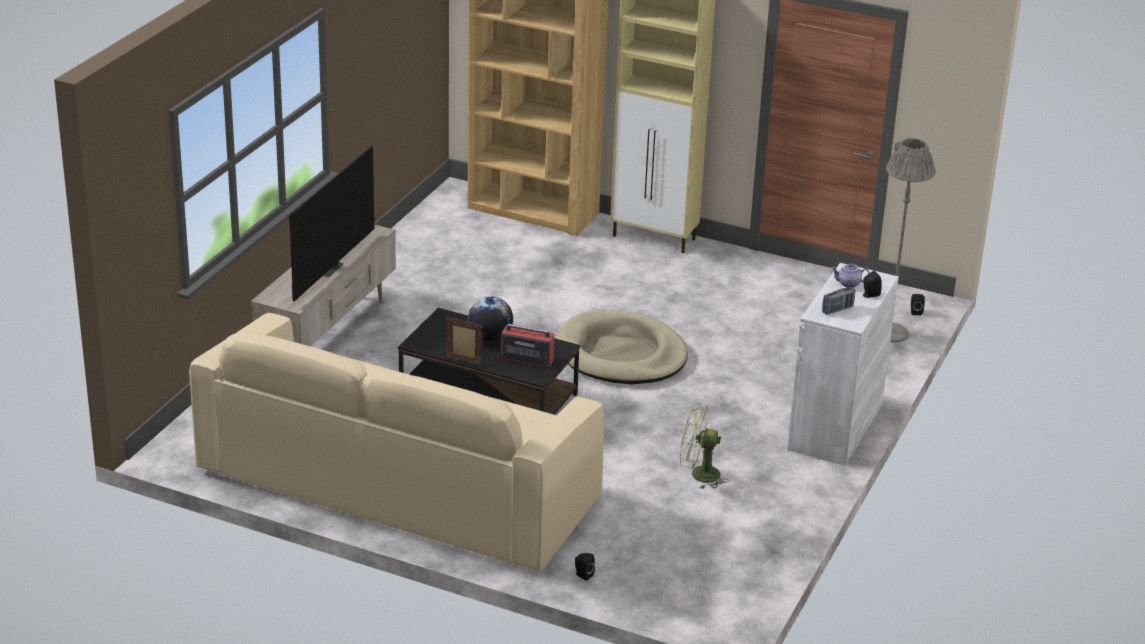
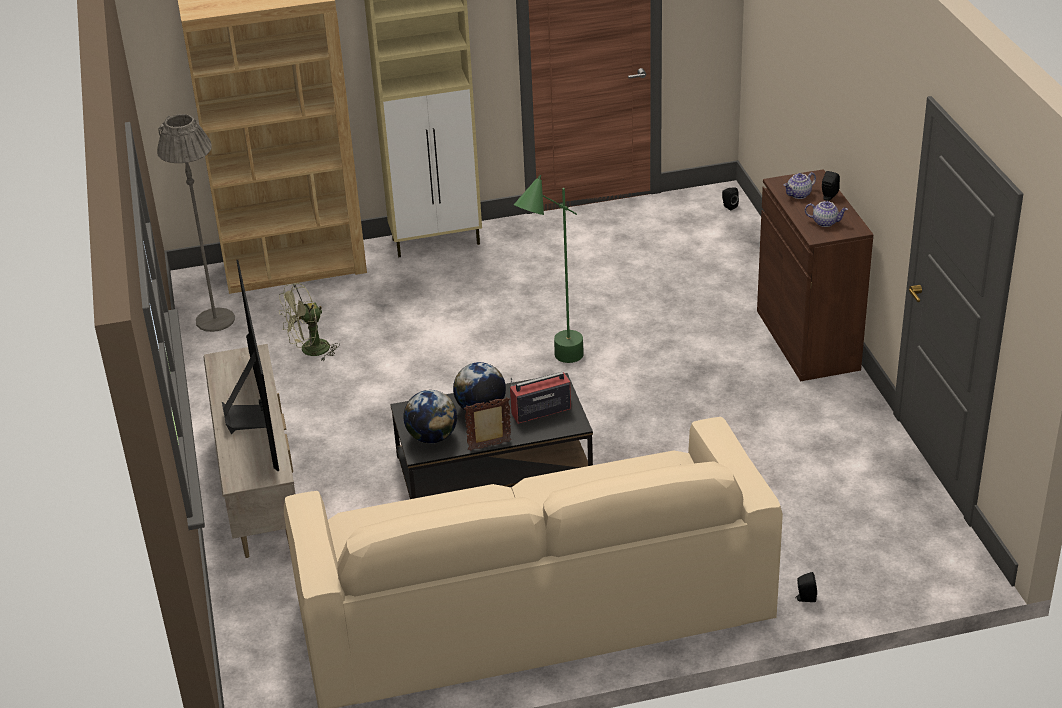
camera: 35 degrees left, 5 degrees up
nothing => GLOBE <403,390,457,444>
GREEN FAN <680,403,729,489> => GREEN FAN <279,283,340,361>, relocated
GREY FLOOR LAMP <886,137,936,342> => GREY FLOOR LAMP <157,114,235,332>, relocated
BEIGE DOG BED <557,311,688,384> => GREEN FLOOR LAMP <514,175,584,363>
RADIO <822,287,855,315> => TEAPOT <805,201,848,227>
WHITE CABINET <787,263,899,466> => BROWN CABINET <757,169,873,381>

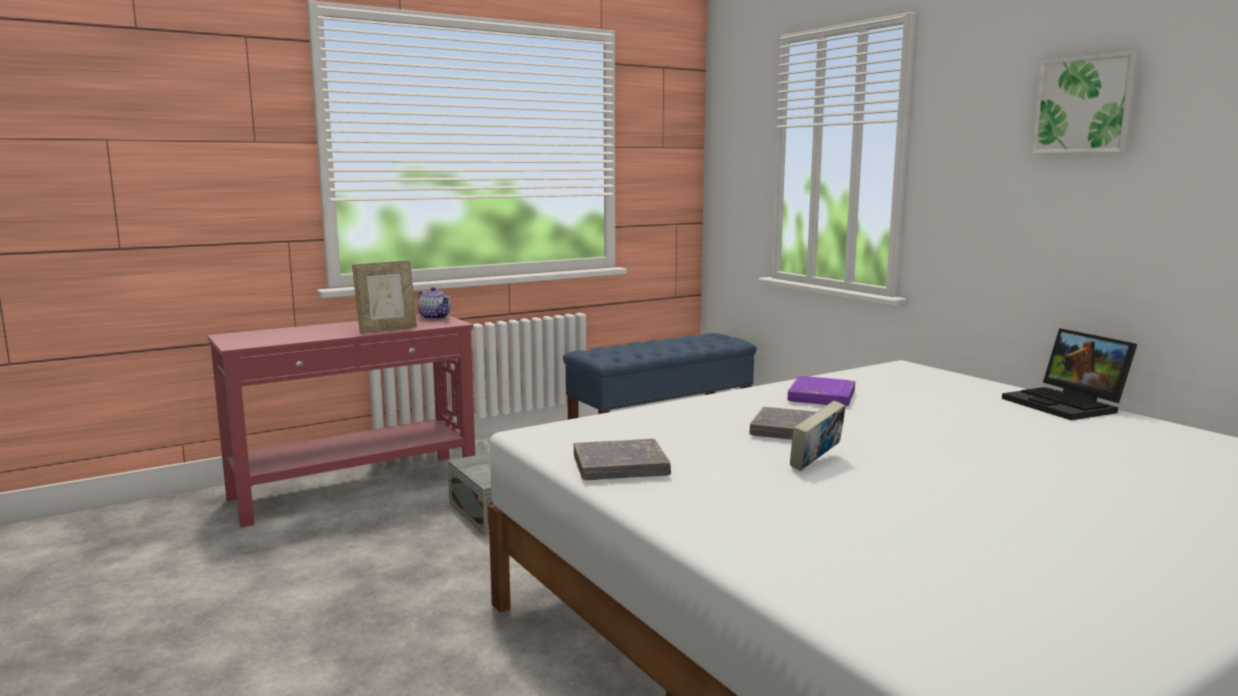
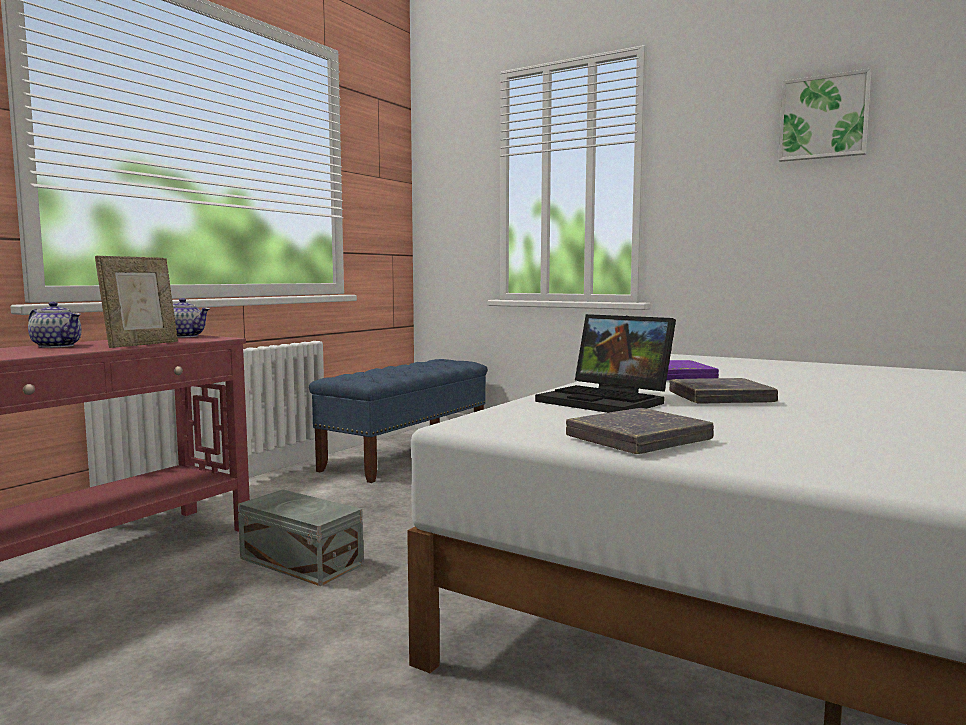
camera: 25 degrees left, 5 degrees down
BOOK <790,401,846,471> => nothing
nothing => TEAPOT <28,302,82,348>
LAPTOP <1002,328,1137,420> => LAPTOP <535,314,676,413>, relocated

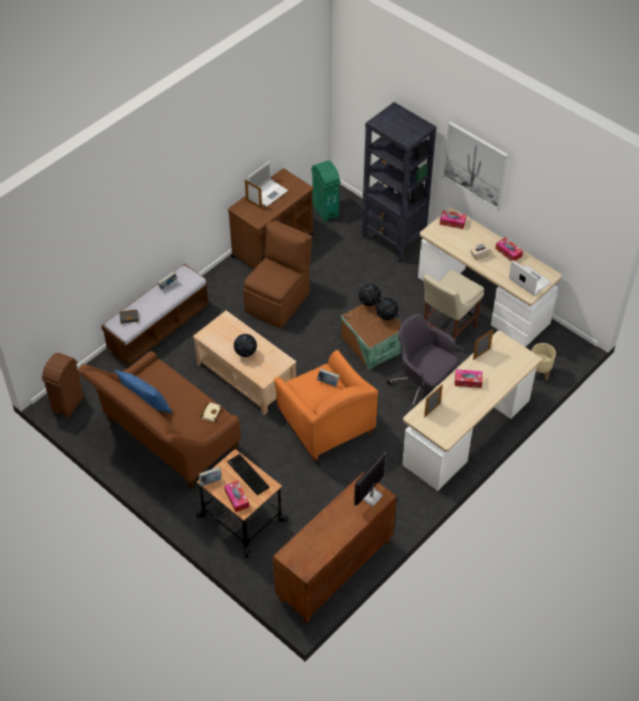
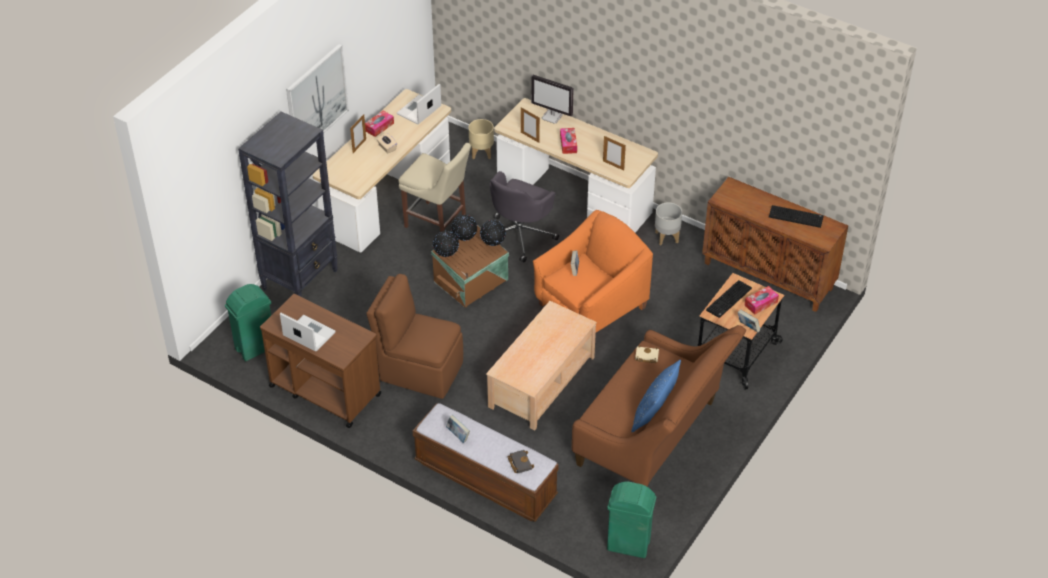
camera: 100 degrees left, 5 degrees down
TISSUE BOX <440,210,466,229> => nothing
nothing => GREY PLANTER <655,202,682,245>
nothing => KEYBOARD <769,205,824,228>
GLOBE <234,334,257,357> => GLOBE <480,220,506,246>, relocated
PICTURE FRAME <245,180,262,209> => PICTURE FRAME <350,114,366,153>, relocated
MONITOR <354,452,386,506> => MONITOR <531,75,574,124>, relocated
BROWN TRASH CAN <41,353,84,418> => GREEN TRASH CAN <607,482,656,558>

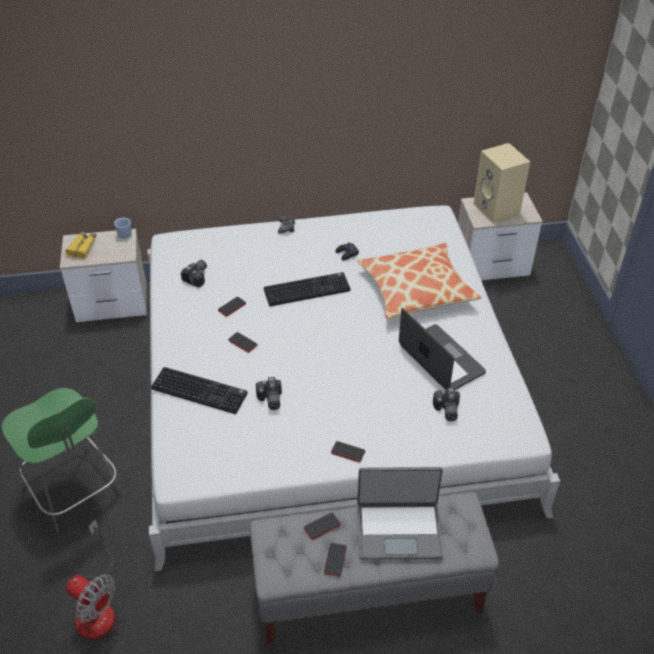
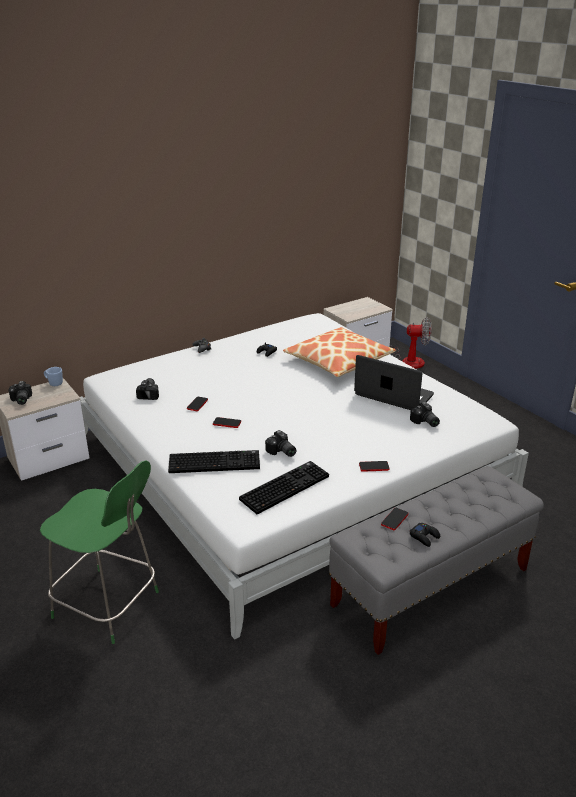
camera: 25 degrees left, 15 degrees down
LAPTOP <357,467,443,560> => nothing
BEIGE SPEAKER <473,143,530,224> => nothing
FAN <66,520,115,639> => FAN <390,317,431,369>, relocated
KEYBOARD <264,272,350,306> => KEYBOARD <239,461,329,515>, relocated
YELLOW BINOCULARS <65,231,96,259> => PHOTO CAMERA <9,381,32,405>
PHONE <324,543,347,577> => BLACK GAME CONTROLLER <409,523,440,547>

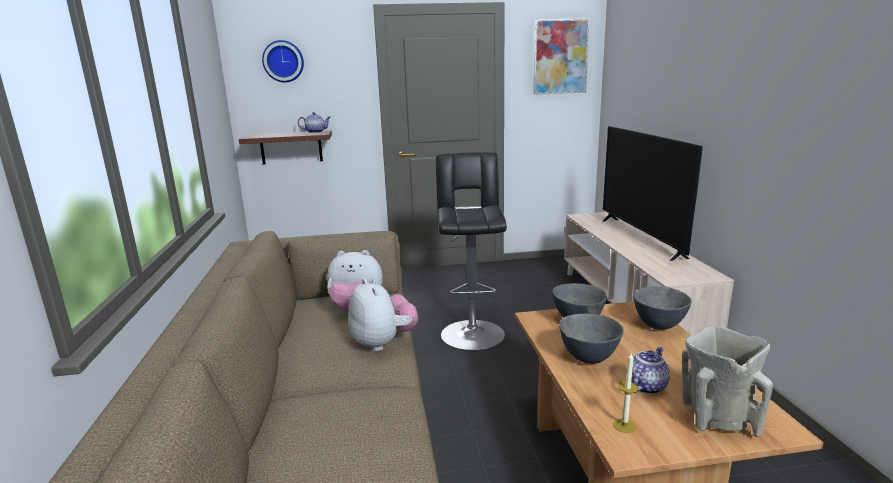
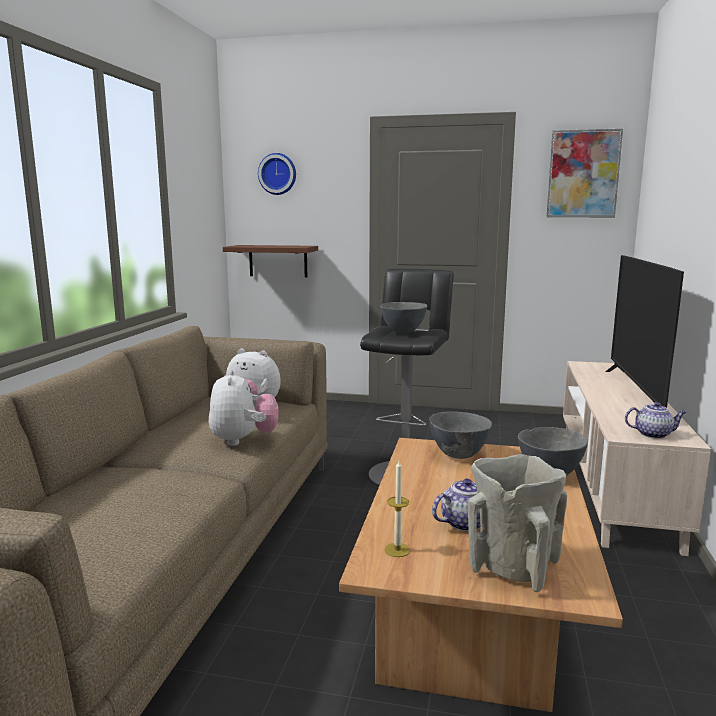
camera: 20 degrees right, 5 degrees down
TEAPOT <298,112,330,133> => TEAPOT <625,402,686,439>, relocated
GREY BOWL <559,314,624,364> => GREY BOWL <380,302,427,333>, relocated

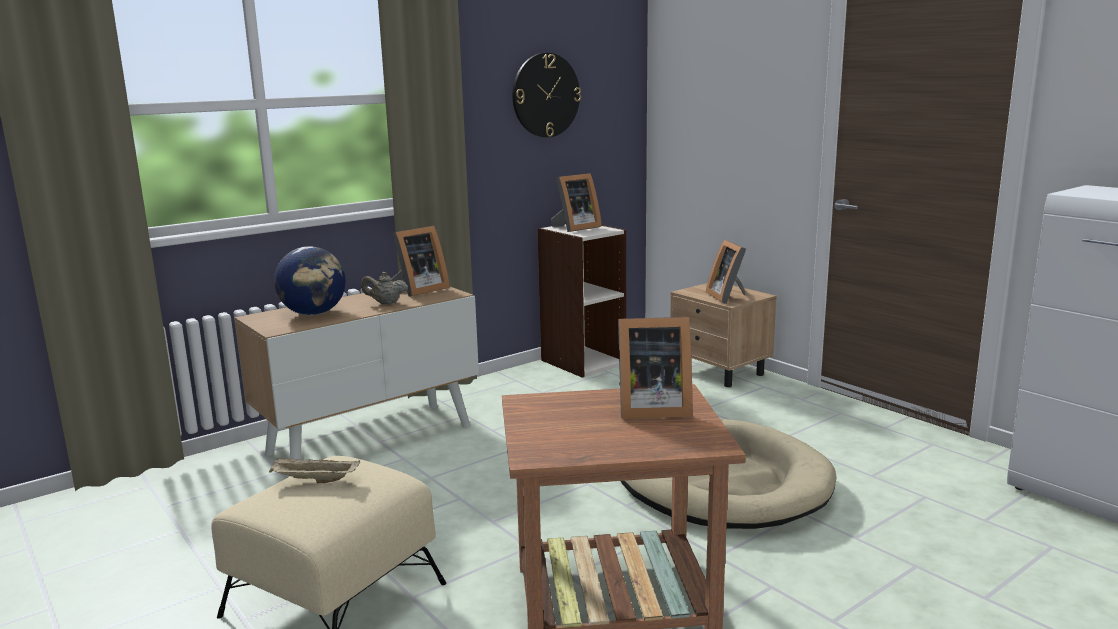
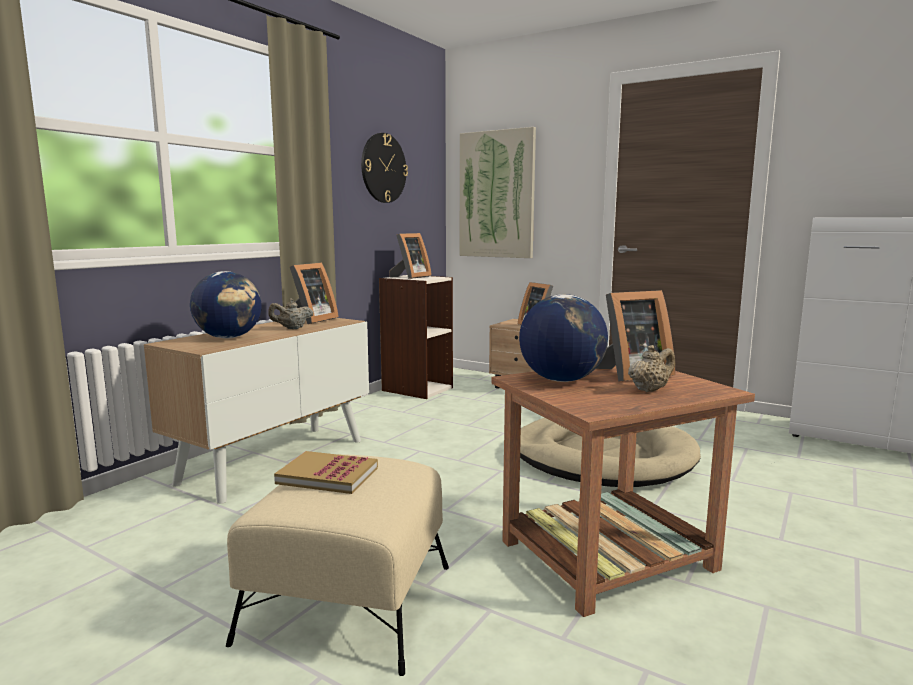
camera: 20 degrees left, 5 degrees down
nothing => PICTURE <460,127,536,258>
nothing => GLOBE <519,294,608,382>
nothing => BEIGE TEAPOT <628,345,675,392>
BEIGE TRAY <269,458,360,483> => BOOK <274,451,378,494>

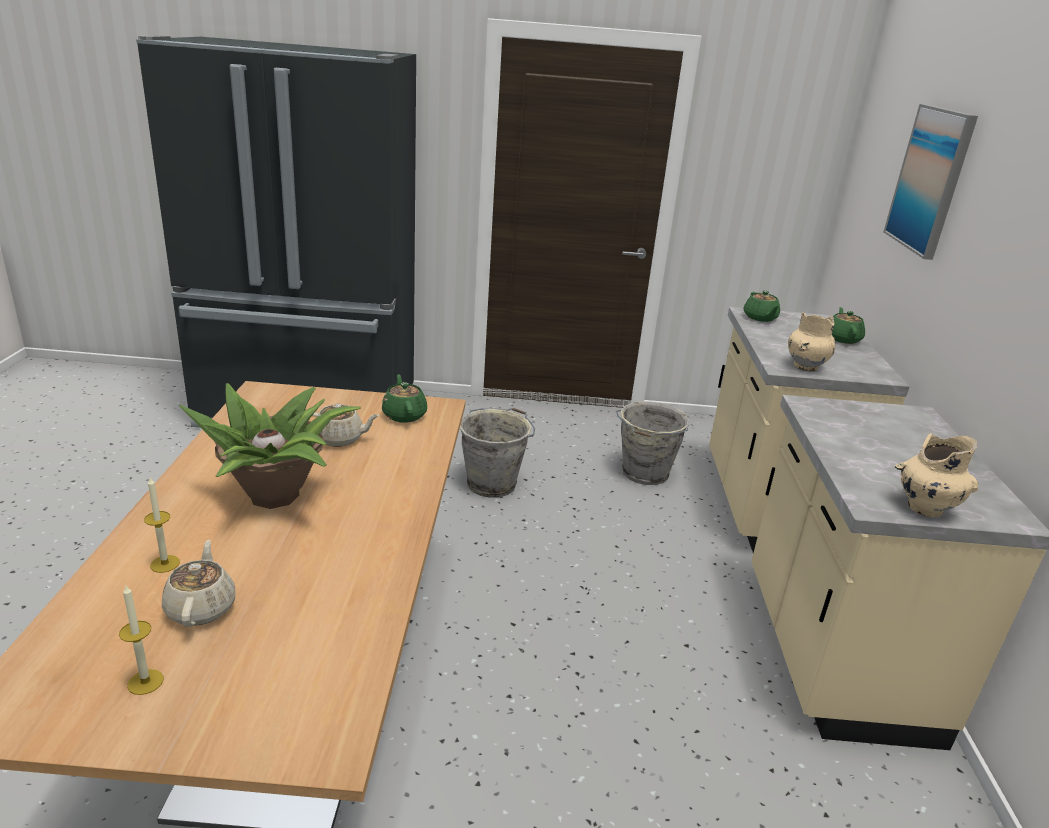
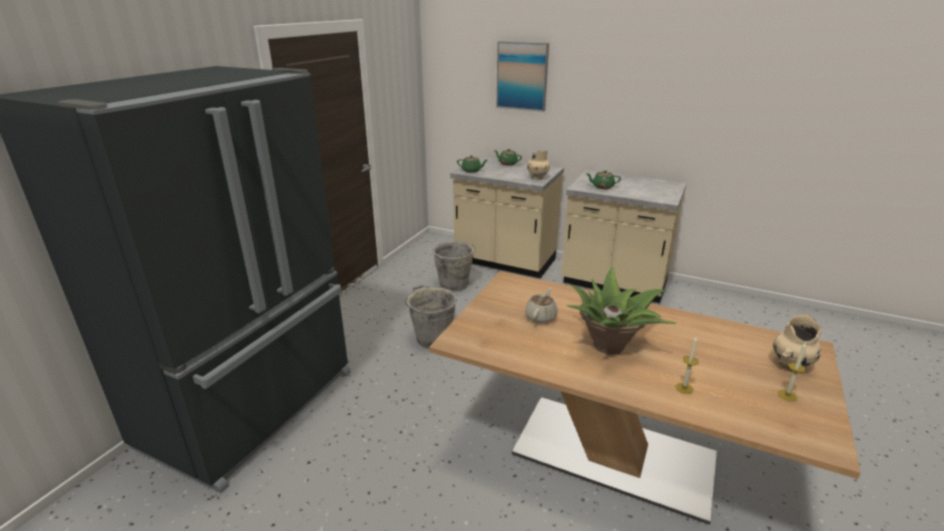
camera: 65 degrees left, 0 degrees up
BEIGE TEAPOT <162,540,236,627> => nothing
GREEN TEAPOT <382,374,427,423> => GREEN TEAPOT <586,170,621,189>, relocated
BEIGE VASE <895,434,978,517> => BEIGE VASE <773,314,822,372>, relocated

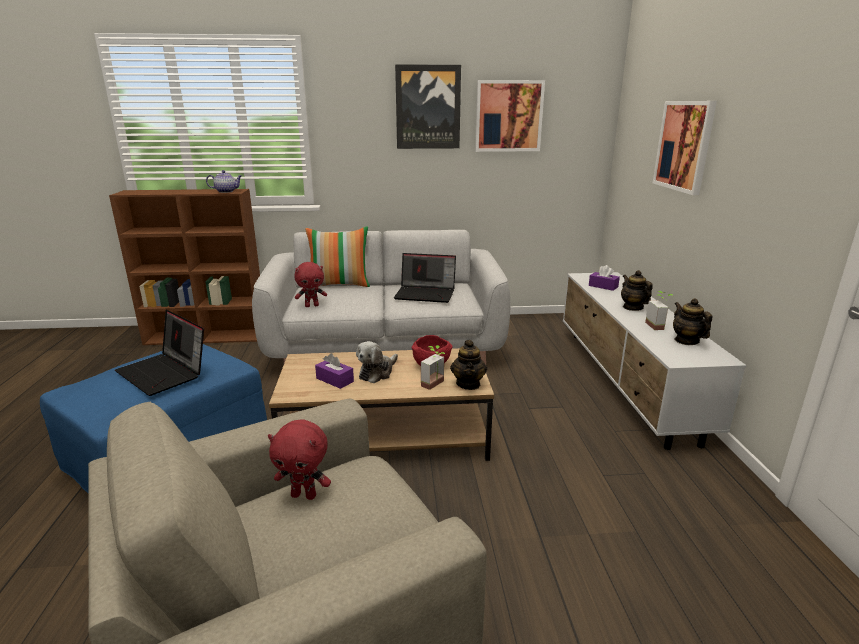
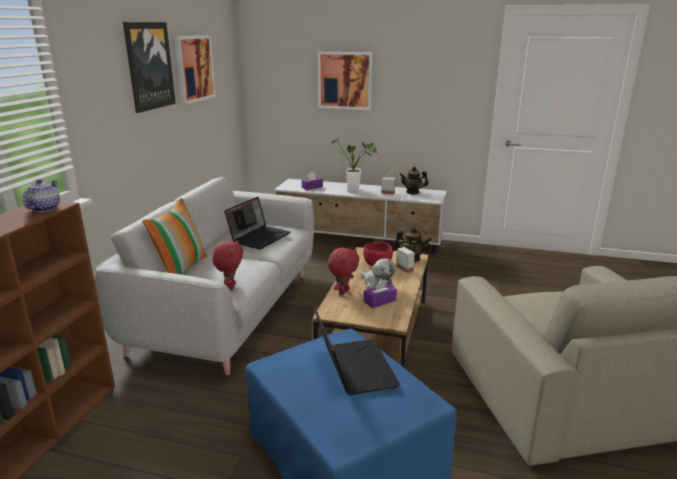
camera: 70 degrees left, 0 degrees up
RED PLUSH TOY <268,419,331,500> => RED PLUSH TOY <328,248,360,295>, relocated
TEAPOT <621,270,653,311> => POTTED PLANT <331,138,378,192>
LAPTOP <115,310,204,396> => LAPTOP <314,307,400,395>, 75 degrees counterclockwise

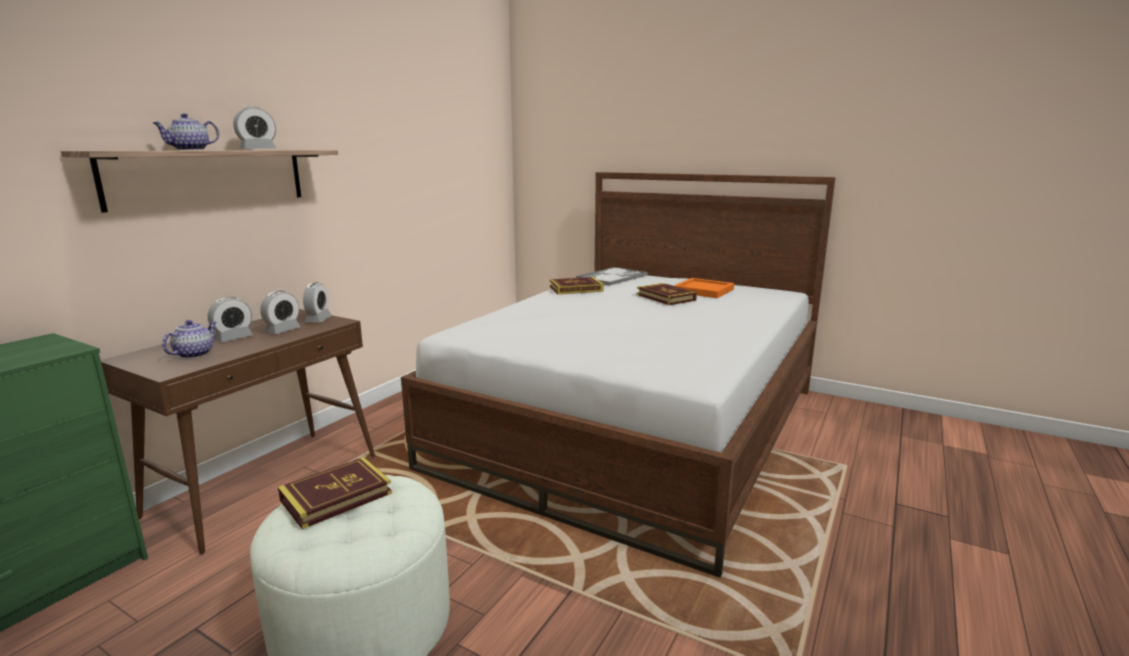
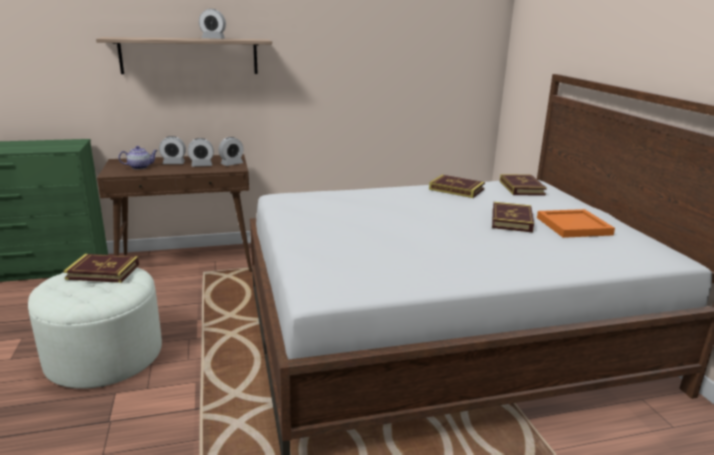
camera: 45 degrees right, 5 degrees up
TEAPOT <153,113,219,150> => nothing
TRAY <576,267,647,286> => BOOK <500,174,547,196>

